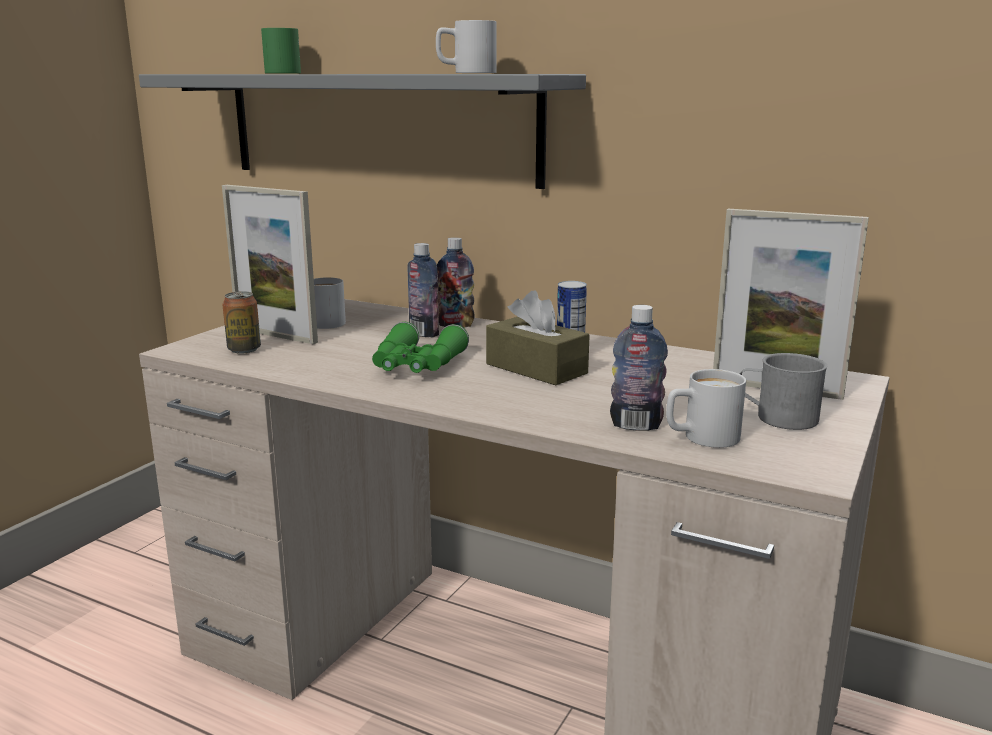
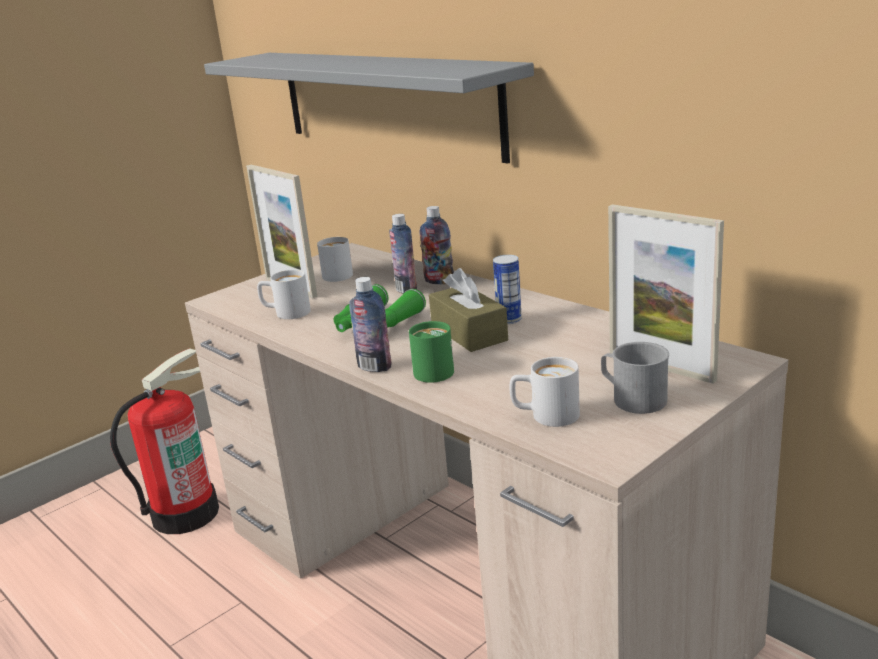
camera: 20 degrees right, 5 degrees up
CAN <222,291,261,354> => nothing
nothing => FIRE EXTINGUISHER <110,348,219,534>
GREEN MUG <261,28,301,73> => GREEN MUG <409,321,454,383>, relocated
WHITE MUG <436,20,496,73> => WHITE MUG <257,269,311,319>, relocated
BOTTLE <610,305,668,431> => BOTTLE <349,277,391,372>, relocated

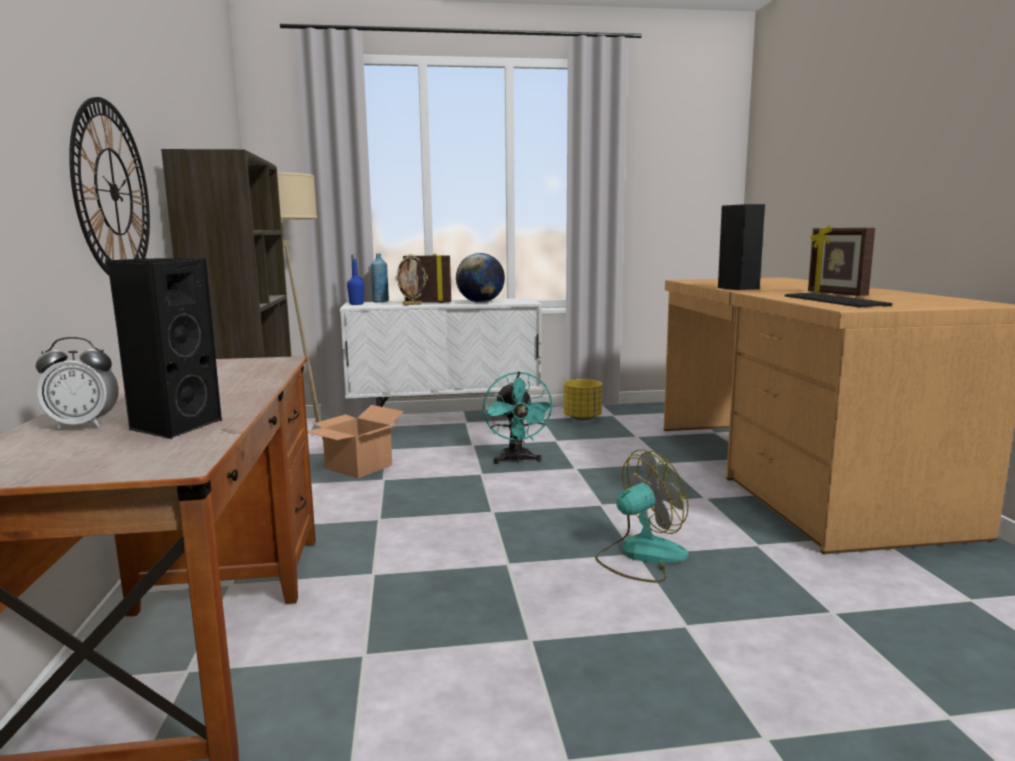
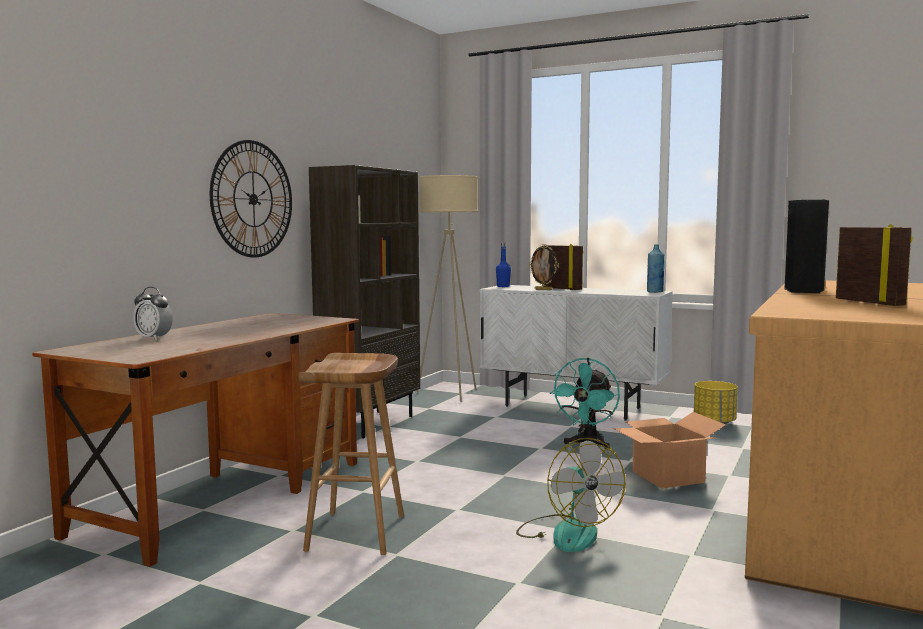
camera: 35 degrees right, 5 degrees down
BLACK SPEAKER <107,258,222,439> => nothing
GLOBE <456,253,505,303> => nothing
KEYBOARD <785,292,892,307> => nothing
nothing => BROWN STOOL <299,353,404,555>
CARDBOARD BOX <307,405,404,478> => CARDBOARD BOX <613,412,726,489>, relocated
BLUE BOTTLE <371,254,389,303> => BLUE BOTTLE <647,244,664,293>, relocated
FAN <595,449,689,583> => FAN <516,438,626,552>, 60 degrees clockwise
PICTURE FRAME <808,225,875,296> => PICTURE FRAME <836,224,913,306>, 150 degrees clockwise

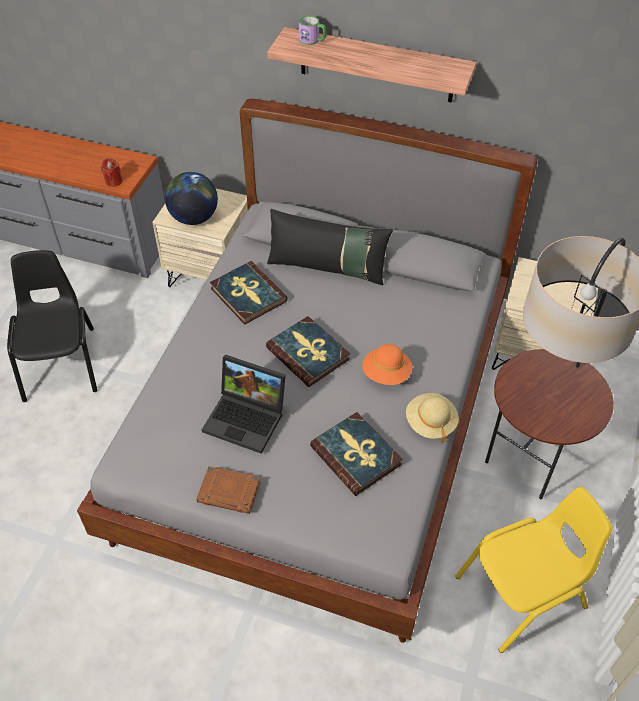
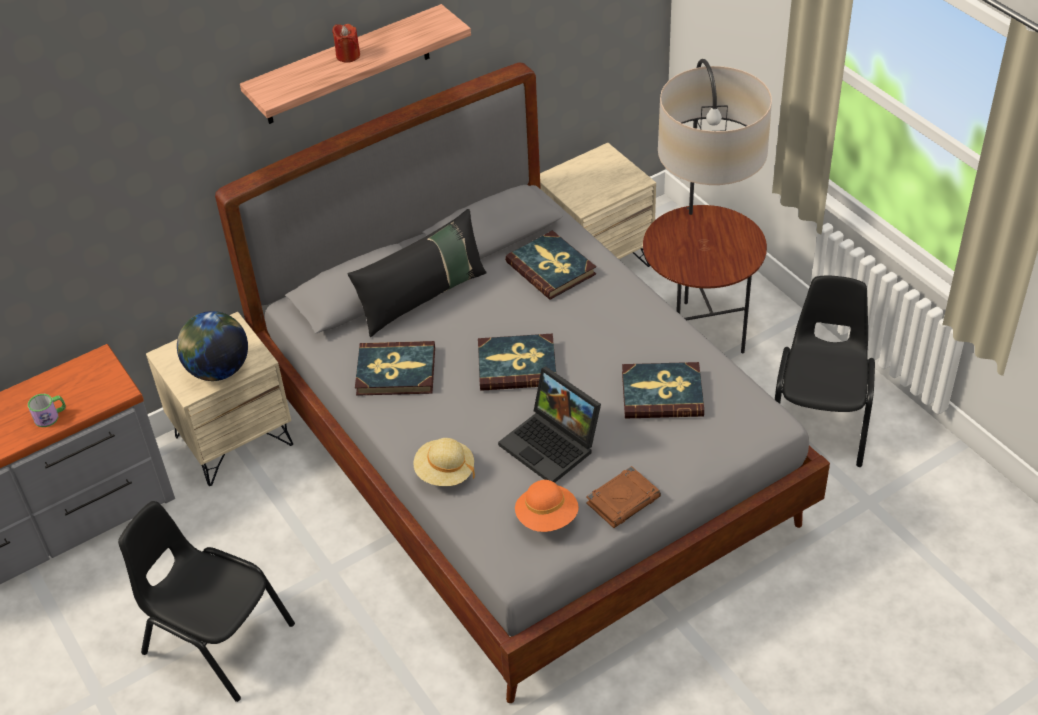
camera: 50 degrees left, 5 degrees down
nothing => BOOK <505,230,596,300>
RED CANDLE <101,158,123,187> => RED CANDLE <332,24,360,63>, relocated
MUG <299,15,326,45> => MUG <28,394,66,427>, relocated
ORANGE HAT <362,344,413,385> => ORANGE HAT <515,480,579,532>, relocated
BEIGE HAT <406,393,459,443> => BEIGE HAT <414,438,475,486>, relocated
YELLOW CHAIR <455,487,612,653> => BLACK CHAIR <775,276,875,467>
LAPTOP <202,354,286,454> => LAPTOP <498,367,601,483>, 75 degrees clockwise

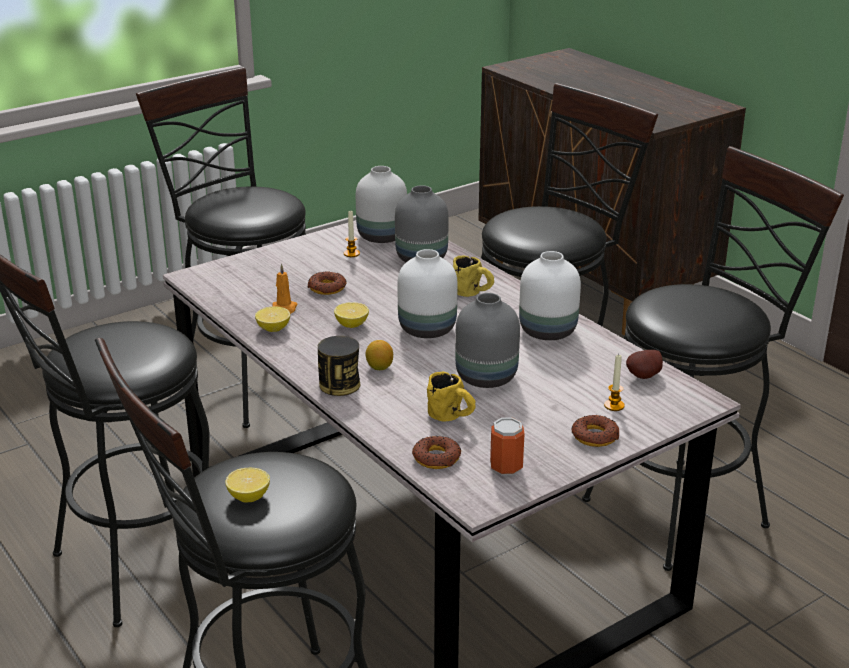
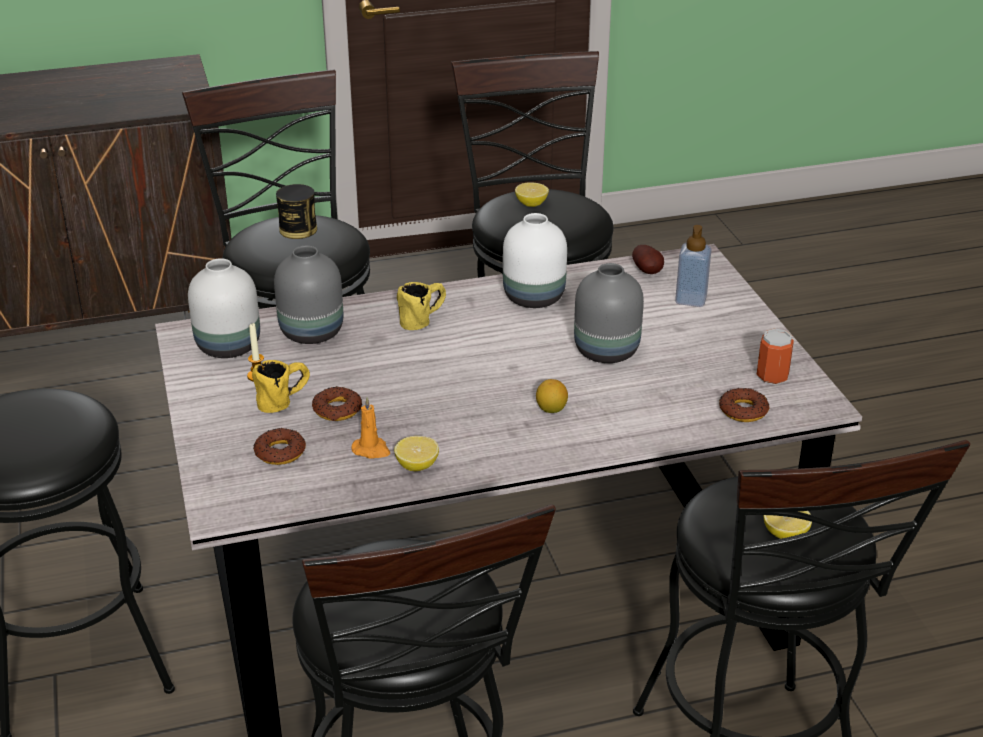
camera: 70 degrees left, 5 degrees up
WHITE VASE <397,249,458,338> => nothing
CAN <318,336,360,396> => CAN <276,184,317,239>, relocated
LEMON <334,302,369,328> => LEMON <515,182,549,207>, relocated
YELLOW MUG <427,371,476,422> => YELLOW MUG <252,360,310,413>, relocated
DONUT <572,415,619,447> => DONUT <253,428,306,465>, relocated
CANDLE <604,354,625,411> => SOAP DISPENSER <675,225,712,307>

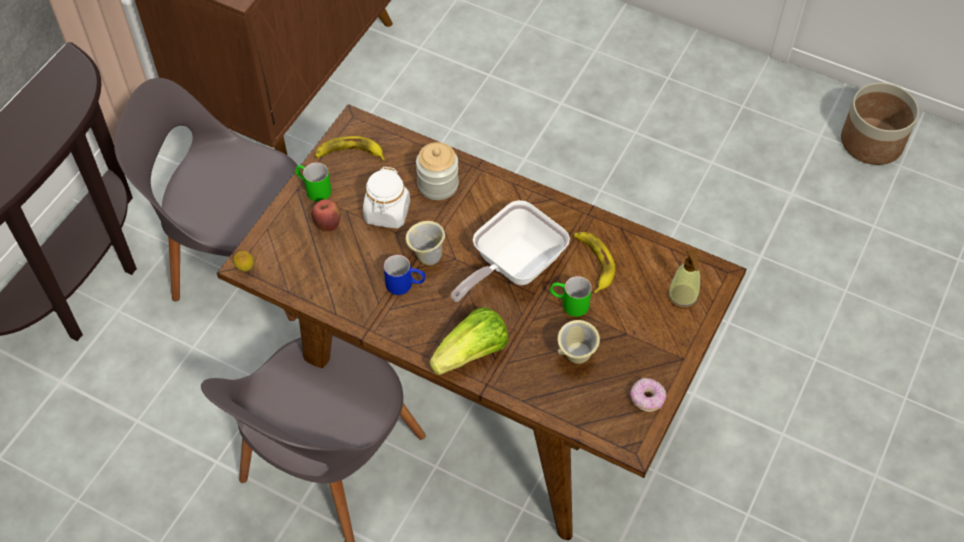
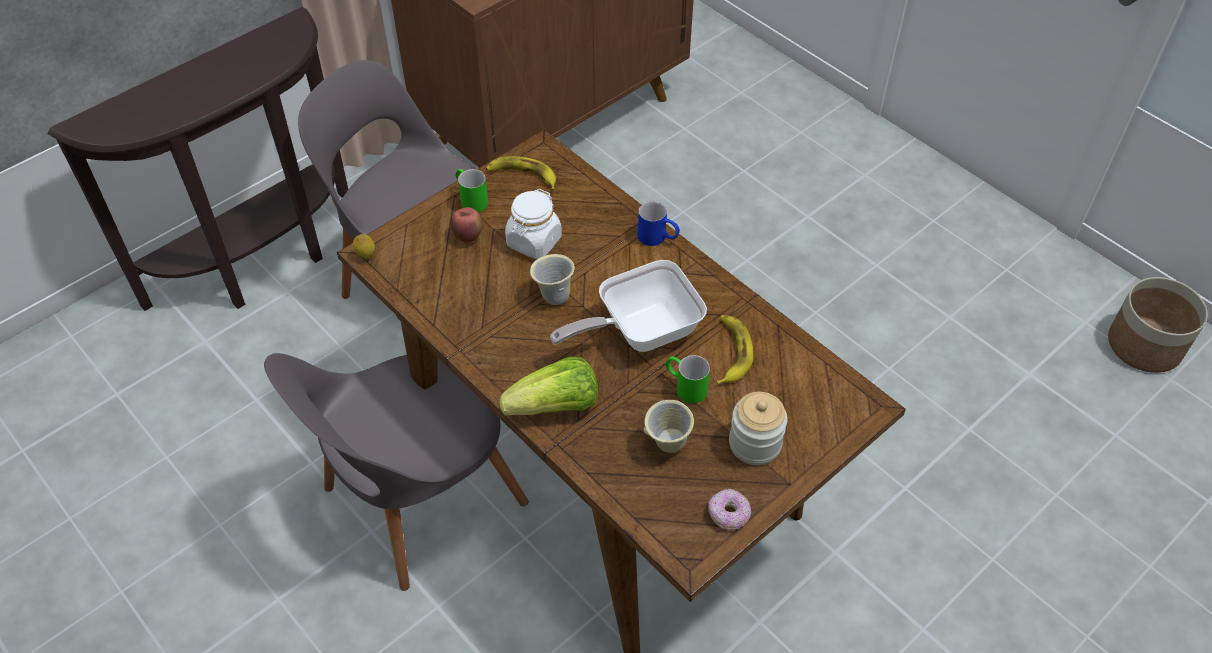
camera: 20 degrees right, 5 degrees down
SOAP DISPENSER <667,250,700,309> => nothing
BLUE MUG <384,255,425,295> => BLUE MUG <638,201,680,246>, relocated
JAR <416,142,459,200> => JAR <729,392,788,465>, relocated

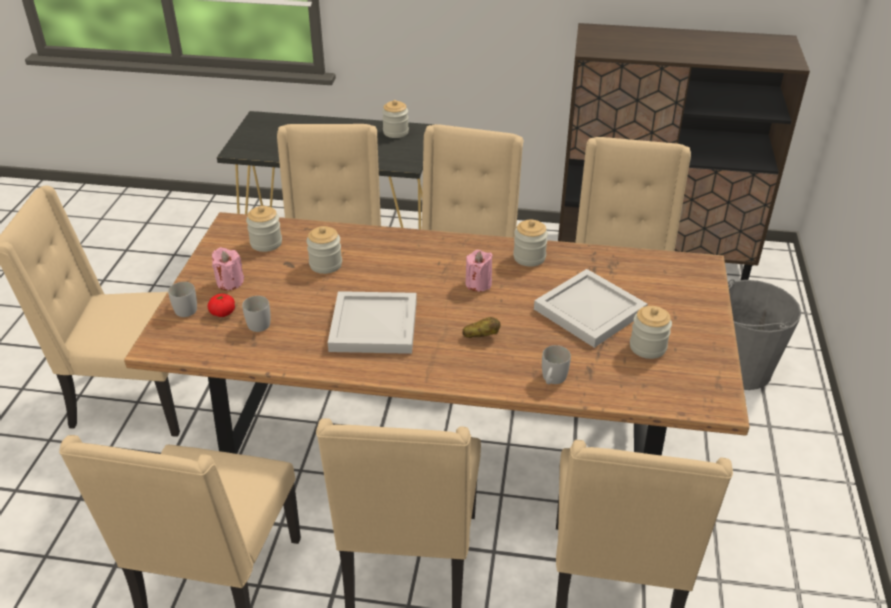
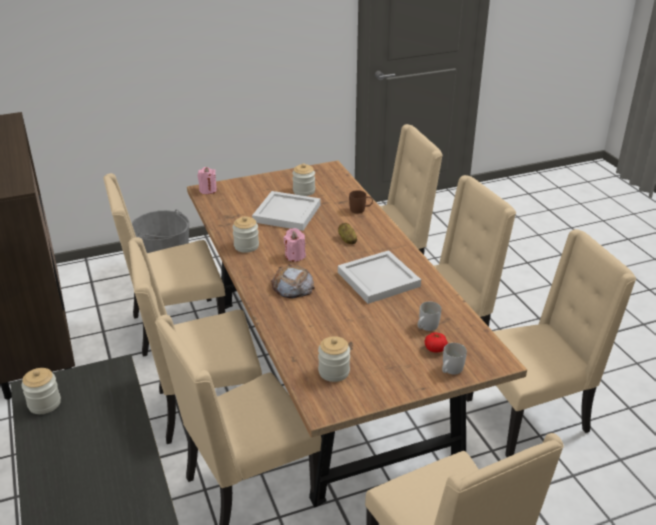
camera: 120 degrees left, 5 degrees down
JAR <307,226,342,274> => nothing
nothing => BREAD <271,264,315,298>
PINK CANDLE <212,247,244,290> => PINK CANDLE <198,167,217,194>, relocated
WHITE MUG <542,345,571,384> => BROWN MUG <349,190,373,214>

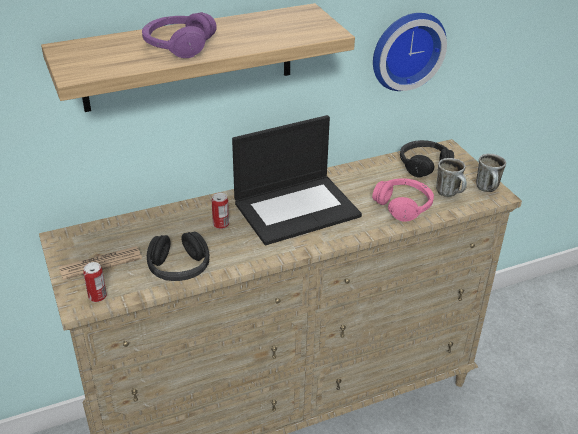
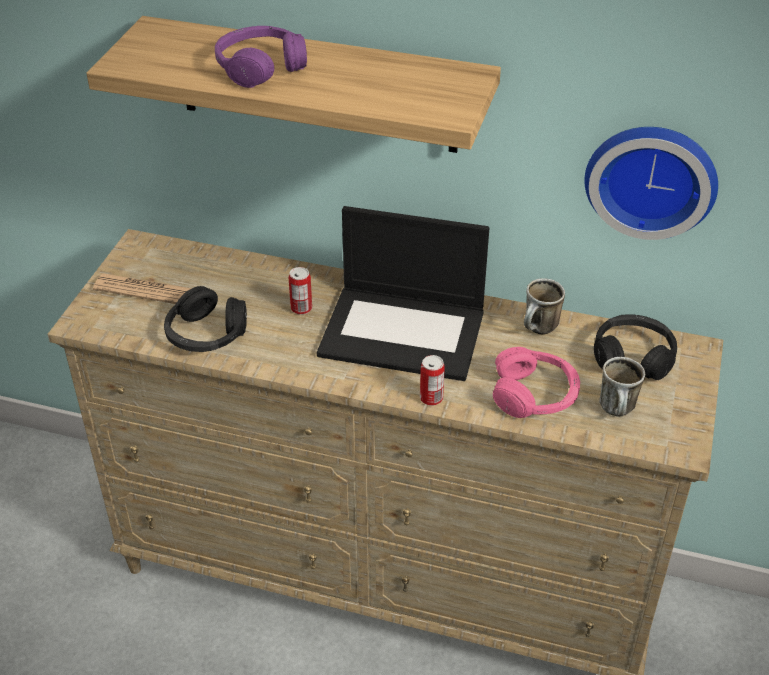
camera: 40 degrees right, 5 degrees up
CAN <83,262,107,302> => CAN <420,355,445,406>, relocated
MUG <476,154,506,192> => MUG <524,278,565,334>, relocated

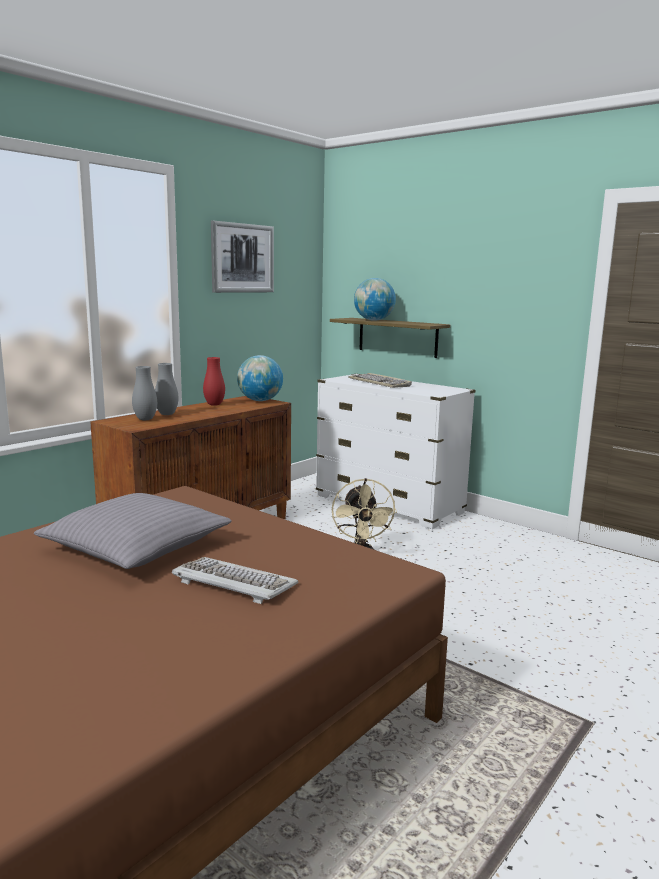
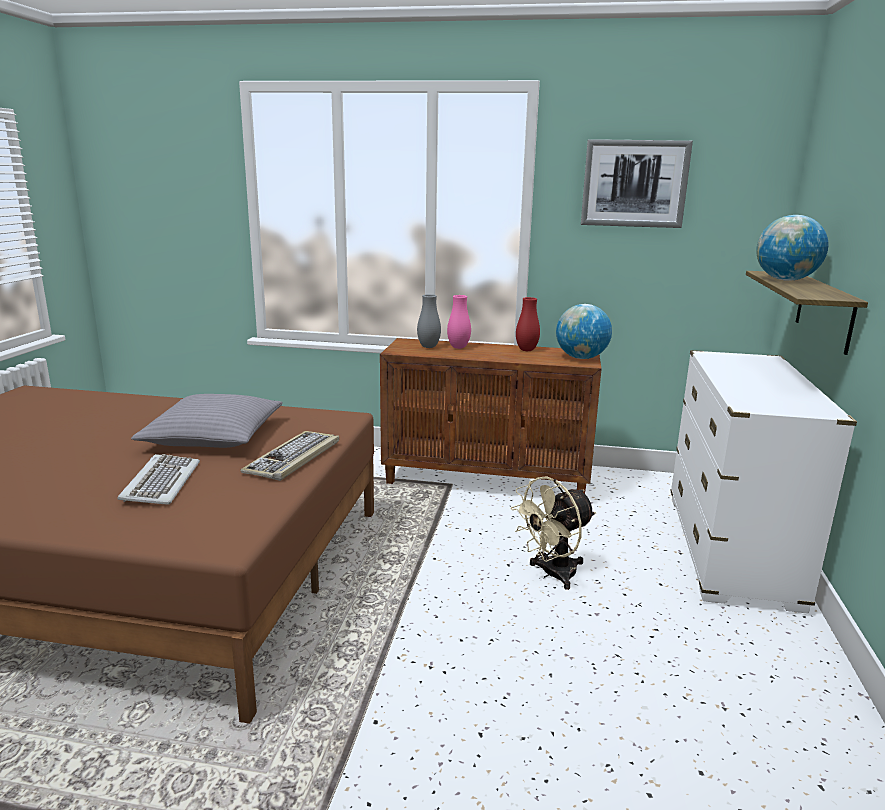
camera: 60 degrees right, 5 degrees up
KEYBOARD <349,373,412,388> => KEYBOARD <240,431,339,481>, relocated
GREY VASE <155,363,179,415> => PINK VASE <447,295,471,349>

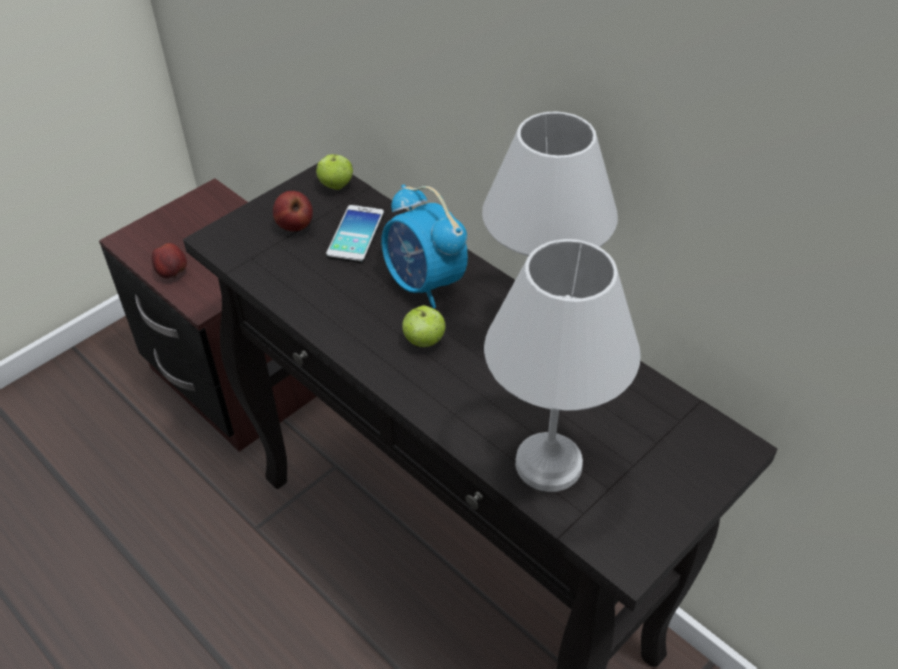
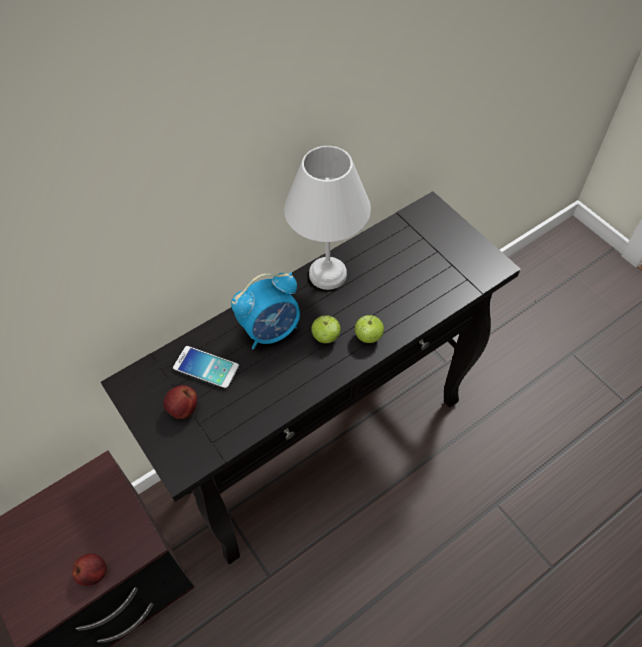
camera: 80 degrees left, 10 degrees up
WHITE TABLE LAMP <484,239,641,492> => nothing
APPLE <316,154,353,190> => APPLE <355,315,384,343>, relocated

